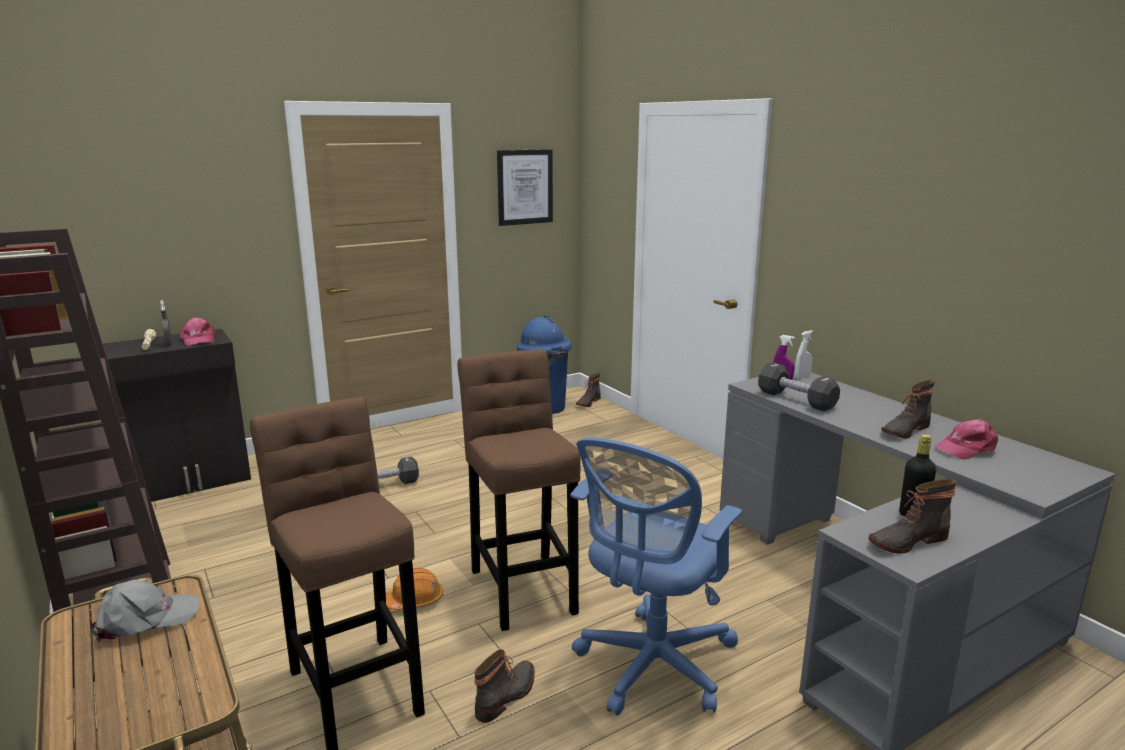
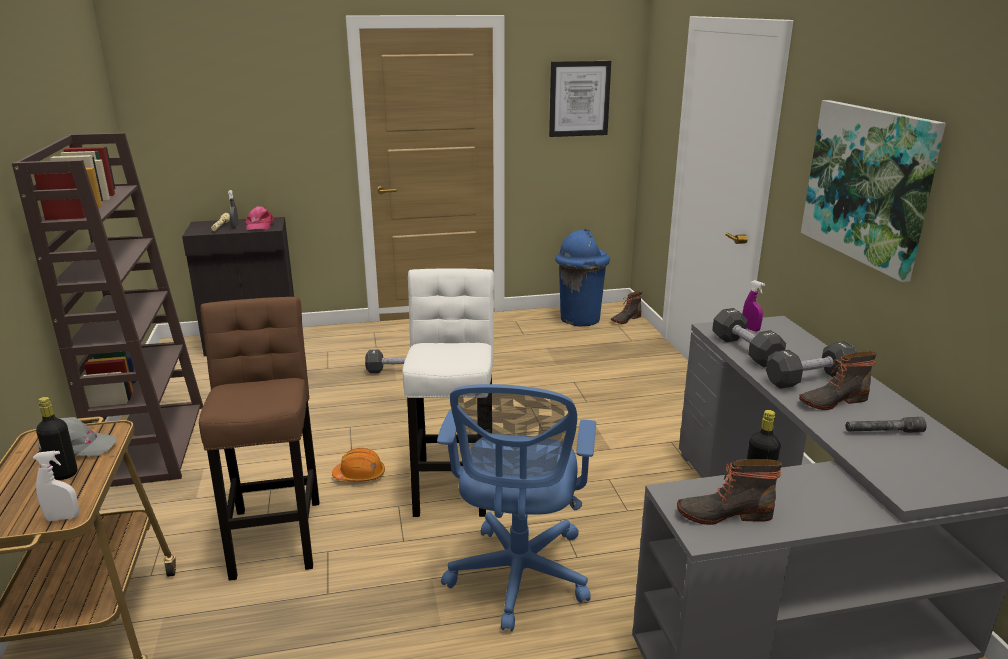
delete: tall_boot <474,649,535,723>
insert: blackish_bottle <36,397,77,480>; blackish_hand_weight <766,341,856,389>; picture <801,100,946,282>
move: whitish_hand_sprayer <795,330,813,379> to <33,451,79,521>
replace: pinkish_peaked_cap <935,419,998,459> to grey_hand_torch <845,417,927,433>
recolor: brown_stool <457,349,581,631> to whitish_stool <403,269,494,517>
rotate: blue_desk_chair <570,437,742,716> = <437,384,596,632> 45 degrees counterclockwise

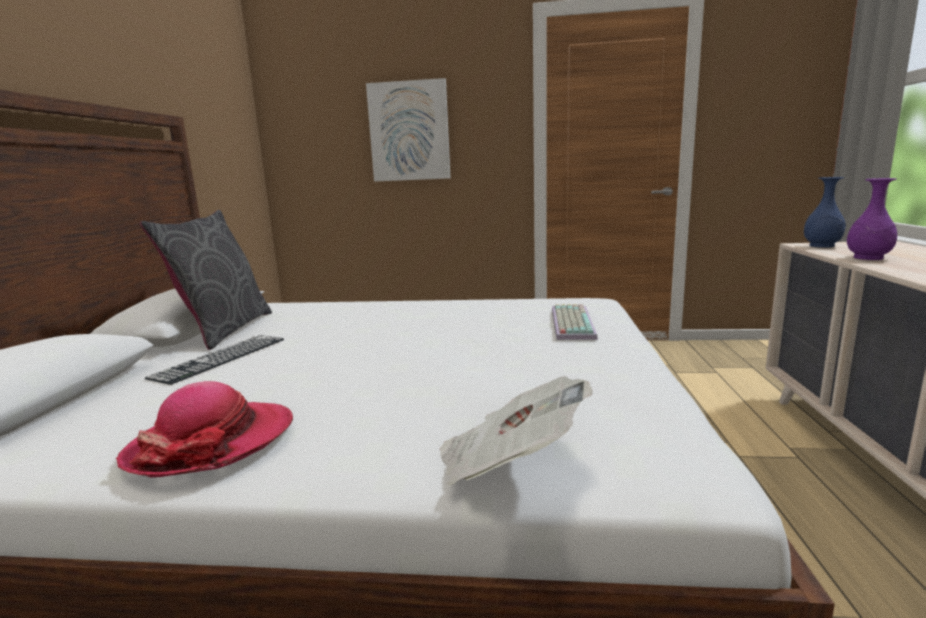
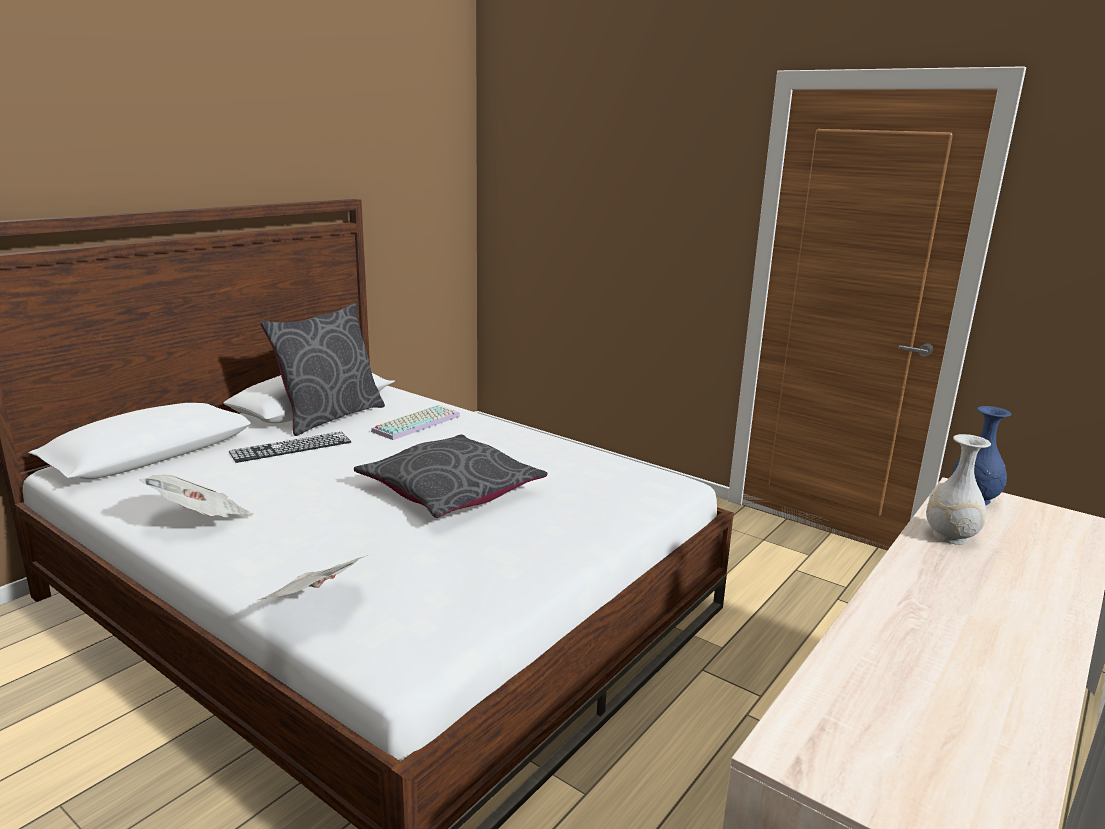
delete: picture <366,78,450,182>
insert: grey_pillow <354,434,548,518>
move: keyboard <552,304,598,340> to <371,405,460,440>
replace: clothing_hat <116,381,293,477> to newspaper <140,475,254,517>
recolor: purple_vase <847,178,897,260> to whitish_vase <926,434,991,544>

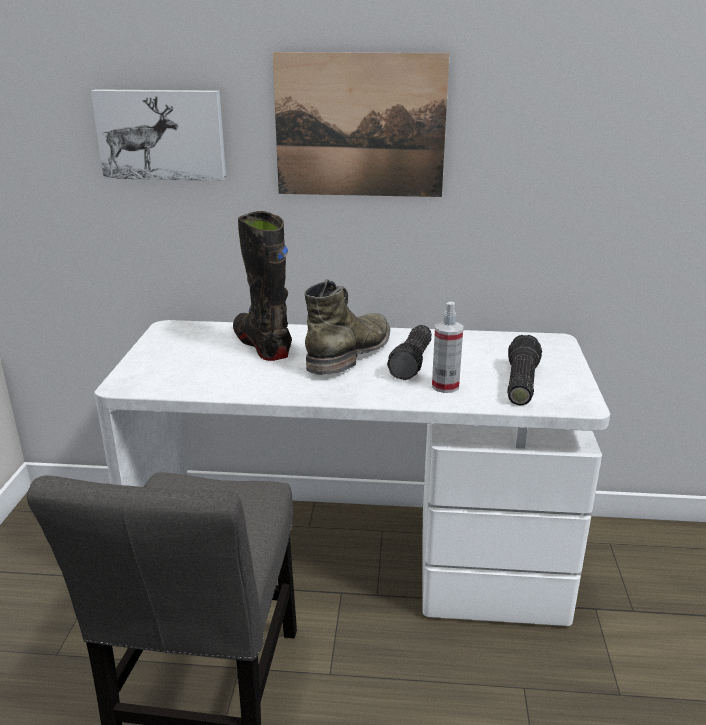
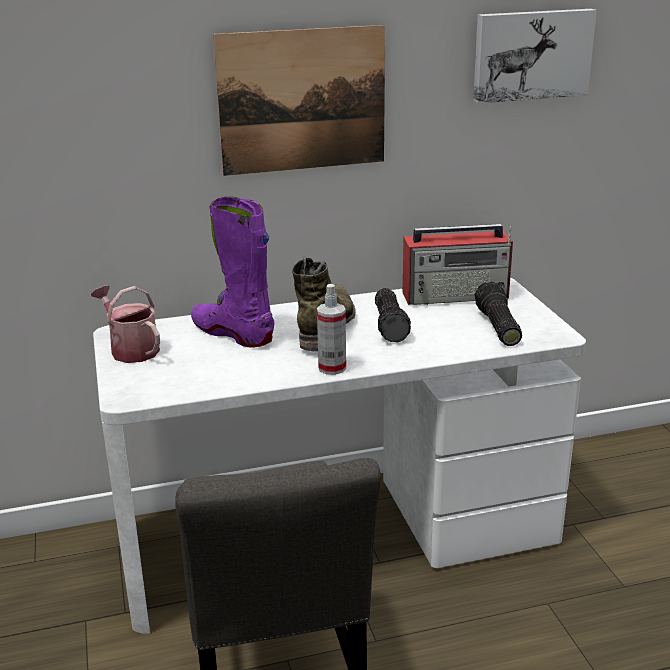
insert: sprinkling_can <91,285,160,363>; radio <403,224,513,305>
move: picture <91,89,226,181> to <473,9,597,103>; hand_sprayer <432,302,463,393> to <317,284,346,375>
recolor: blackish_tall_boot <233,211,292,361> to purple_tall_boot <191,196,274,347>

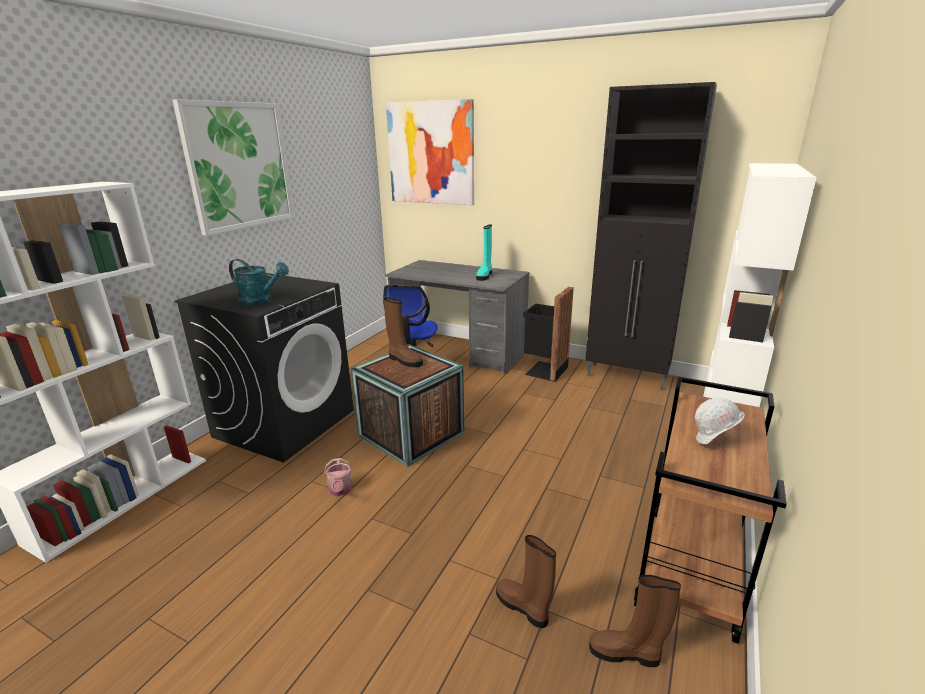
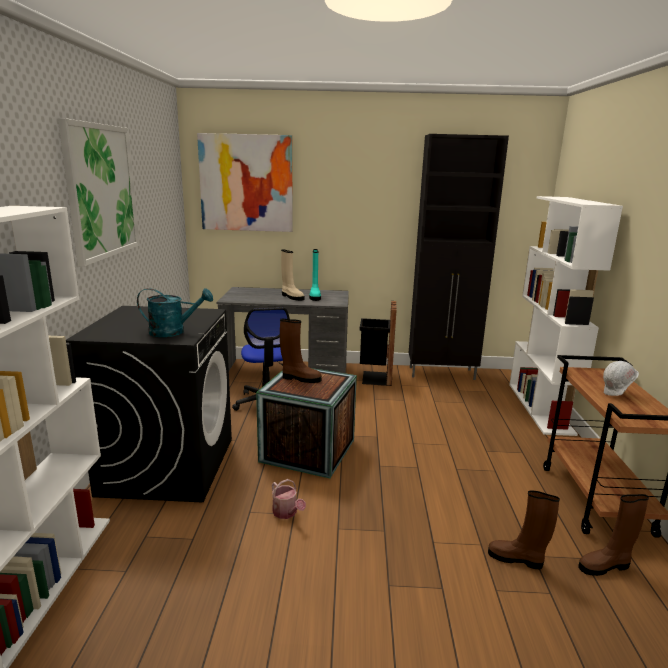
insert: beige-coloured_tall_boot <281,250,304,301>

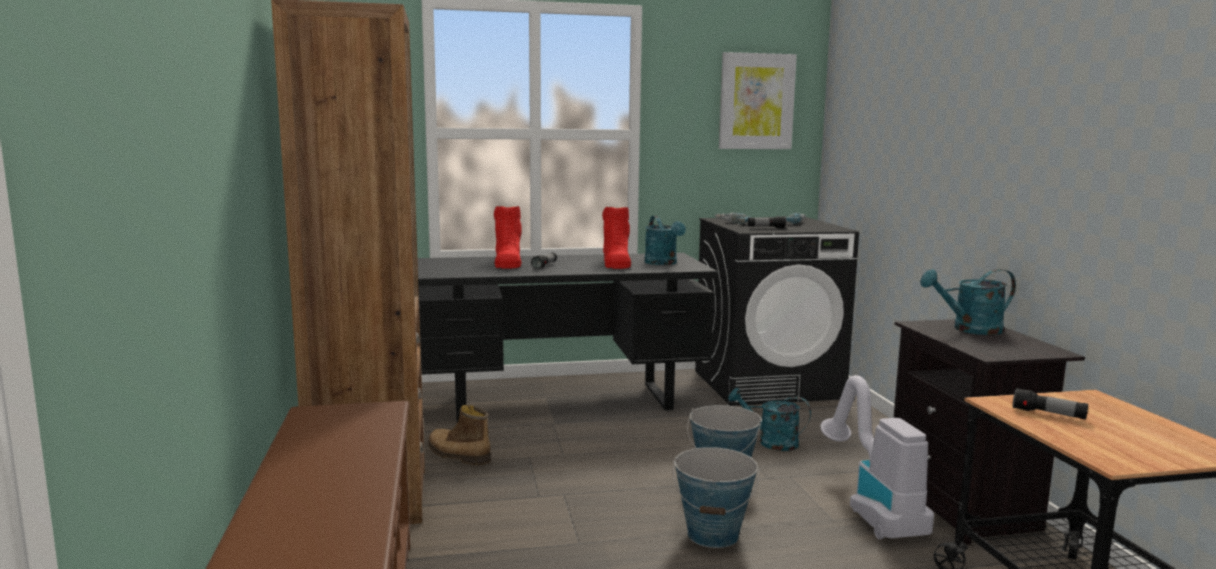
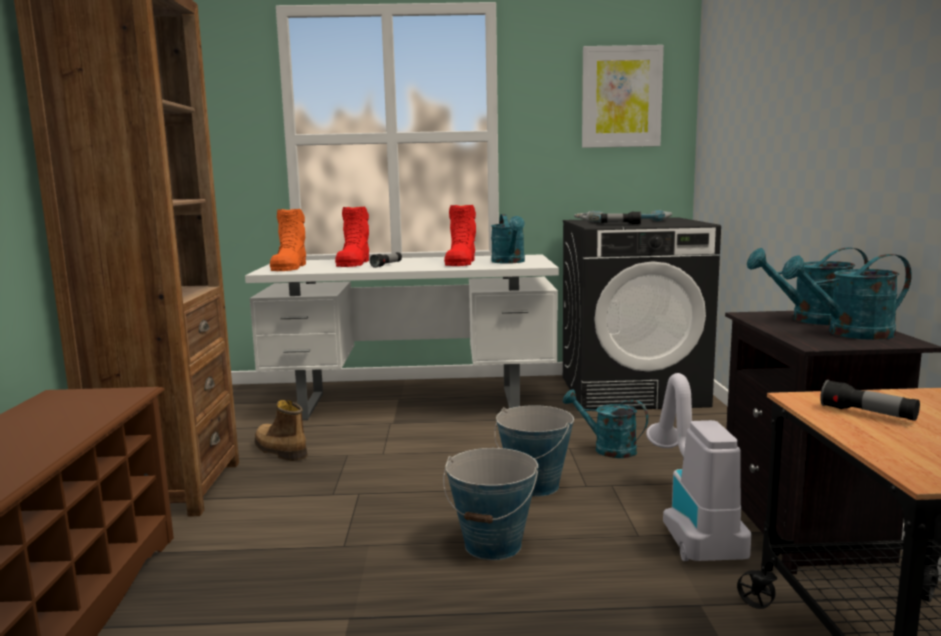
insert: orange_tall_boot <270,209,306,271>; turquoise-coloured_sprinkling_can <782,254,912,340>
recolor: blackish_desk_table <417,253,717,423> to whitish_desk_table <245,254,559,420>

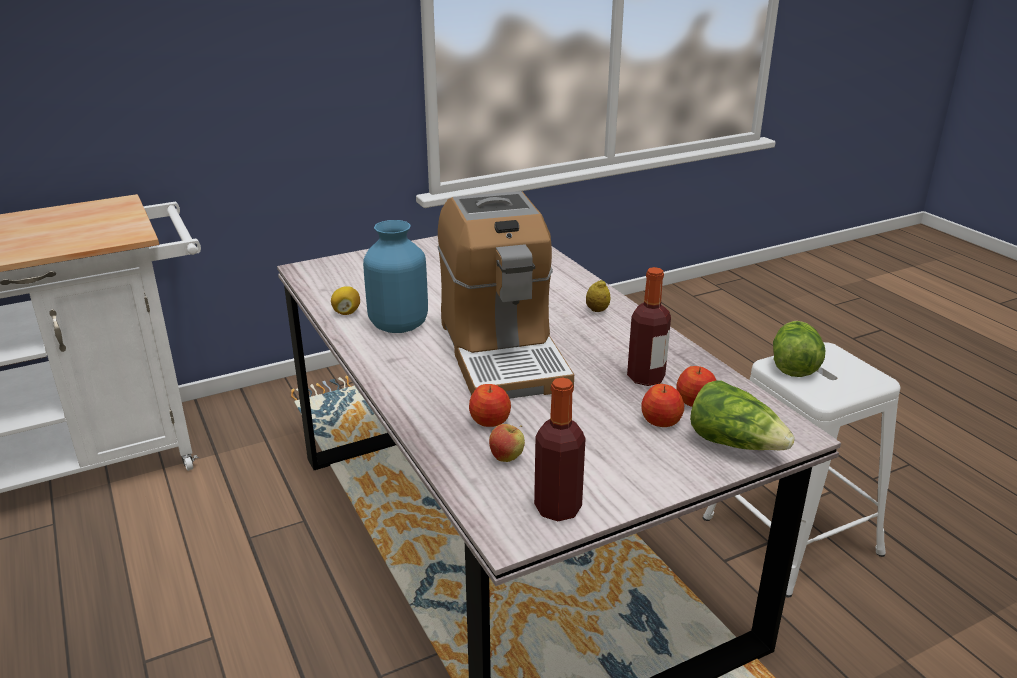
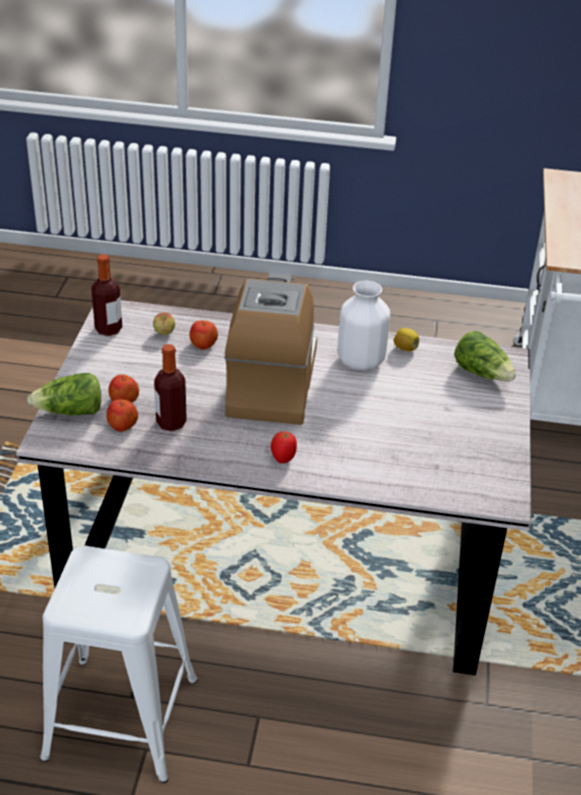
move: lettuce_head <773,321,825,377> to <455,331,516,381>
replace: whole_lemon <586,280,610,312> to fresh_tomato <271,431,297,463>
recolor: blue_vase <363,220,428,333> to whitish_vase <337,281,390,370>
rotate: coffee_machine <437,191,574,399> = <224,273,317,425> 75 degrees clockwise

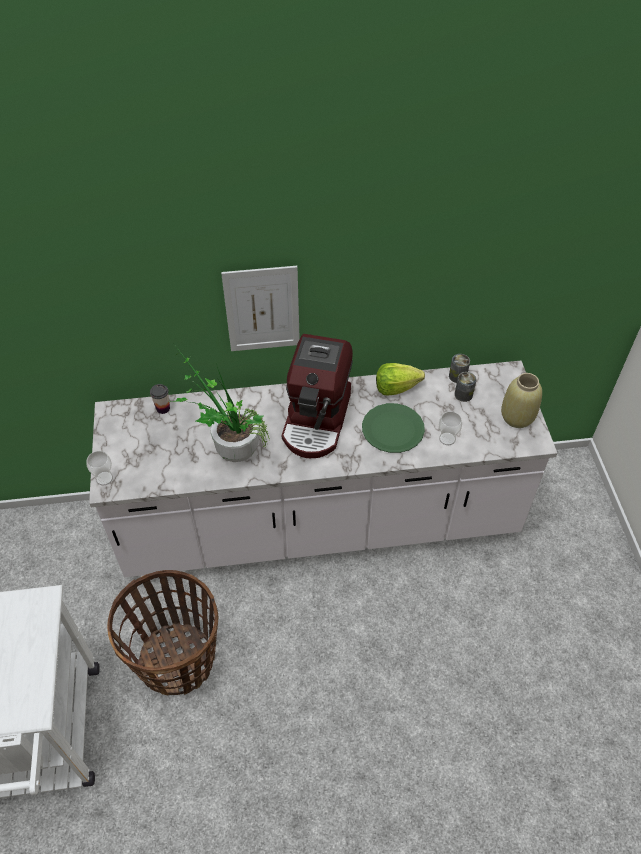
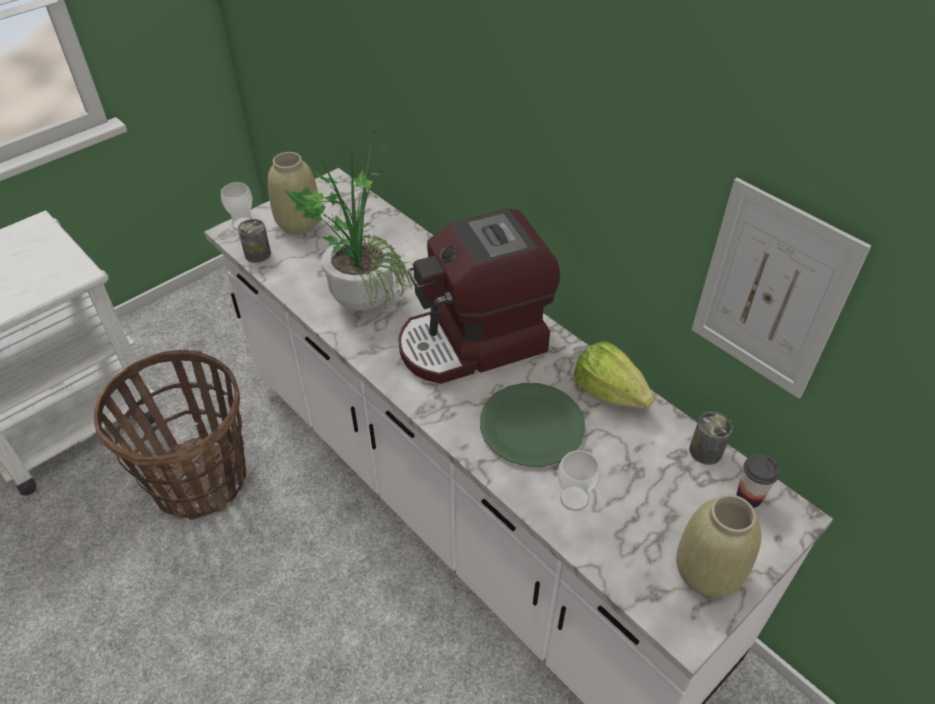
insert: beige-coloured_vase <268,152,320,234>
move: cup <150,384,170,414> to <736,454,780,508>; picture <221,266,300,351> to <692,178,871,399>; sealed_can <455,372,476,402> to <238,219,271,263>

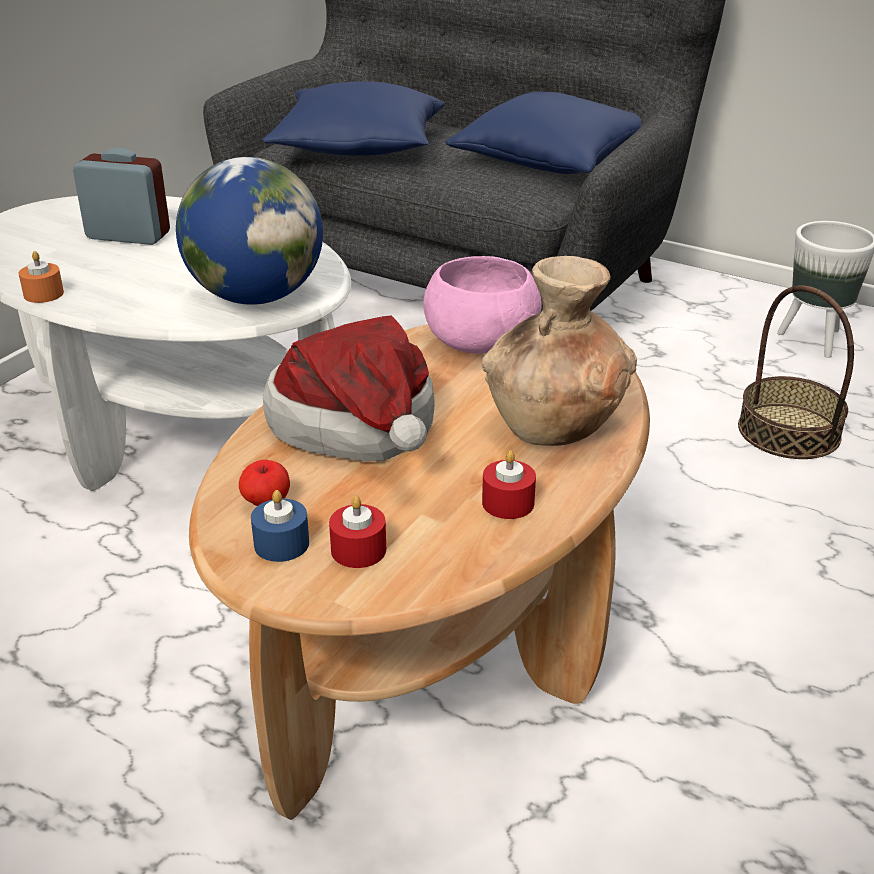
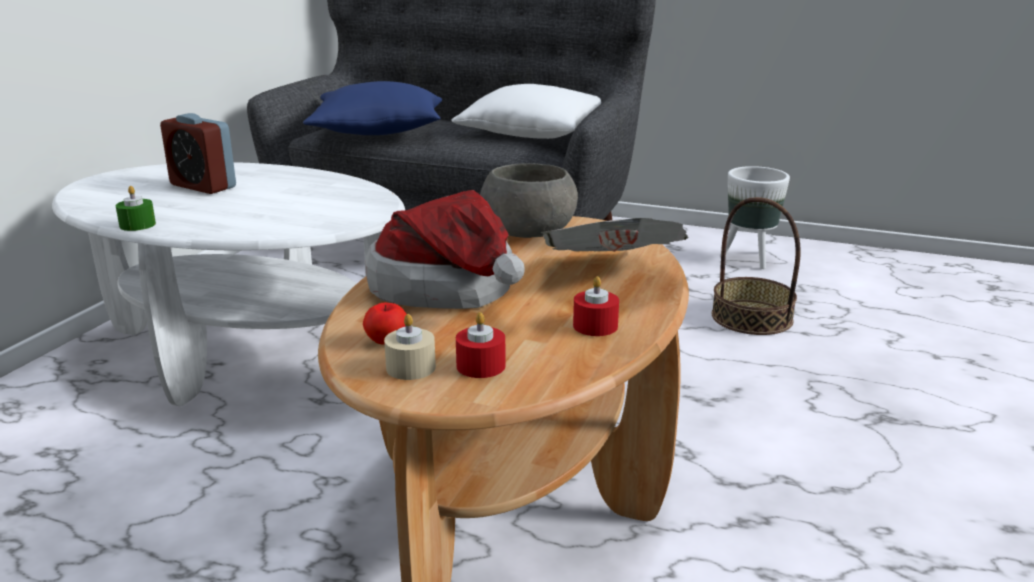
delete: world_globe <176,157,323,305>
replace: brown_vase <482,256,637,446> to newspaper <541,218,689,252>
recolor: orange_wax_candle <19,251,64,303> to greenish_wax_candle <116,186,156,231>; blue_wax_candle <251,490,309,562> to beige-coloured_wax_candle <384,314,436,380>; pinkish_deep_dish <423,256,541,353> to grey_deep_dish <480,163,578,238>; blue_pillow <445,91,641,174> to whitish_pillow <451,84,601,139>
rotate: bedside_clock <73,148,170,245> = <160,113,236,194> 150 degrees counterclockwise

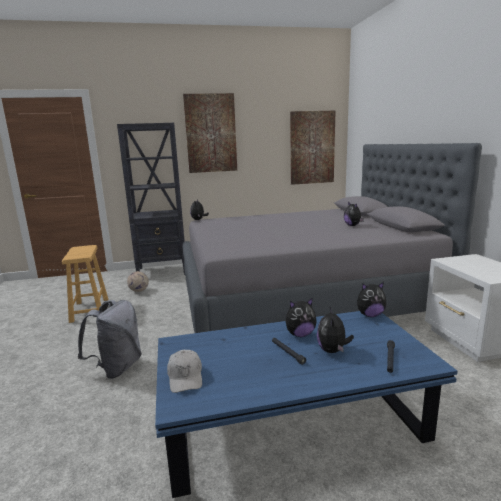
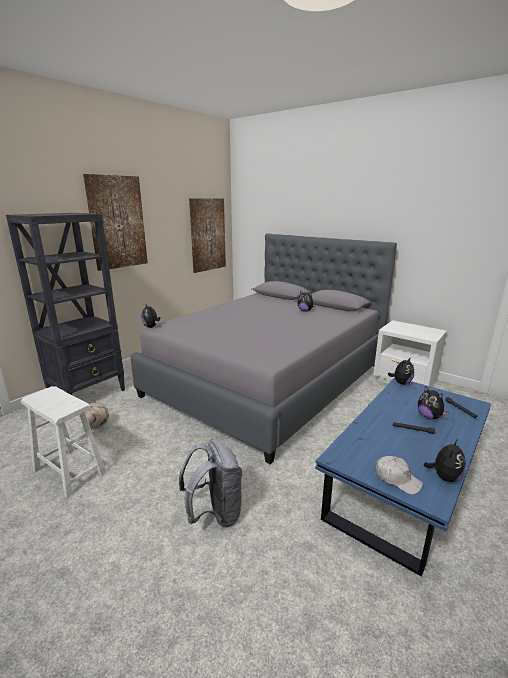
move: plush_toy <286,298,317,337> to <424,439,466,482>
recolor: brown_stool <62,245,108,323> to whitish_stool <21,386,106,498>

